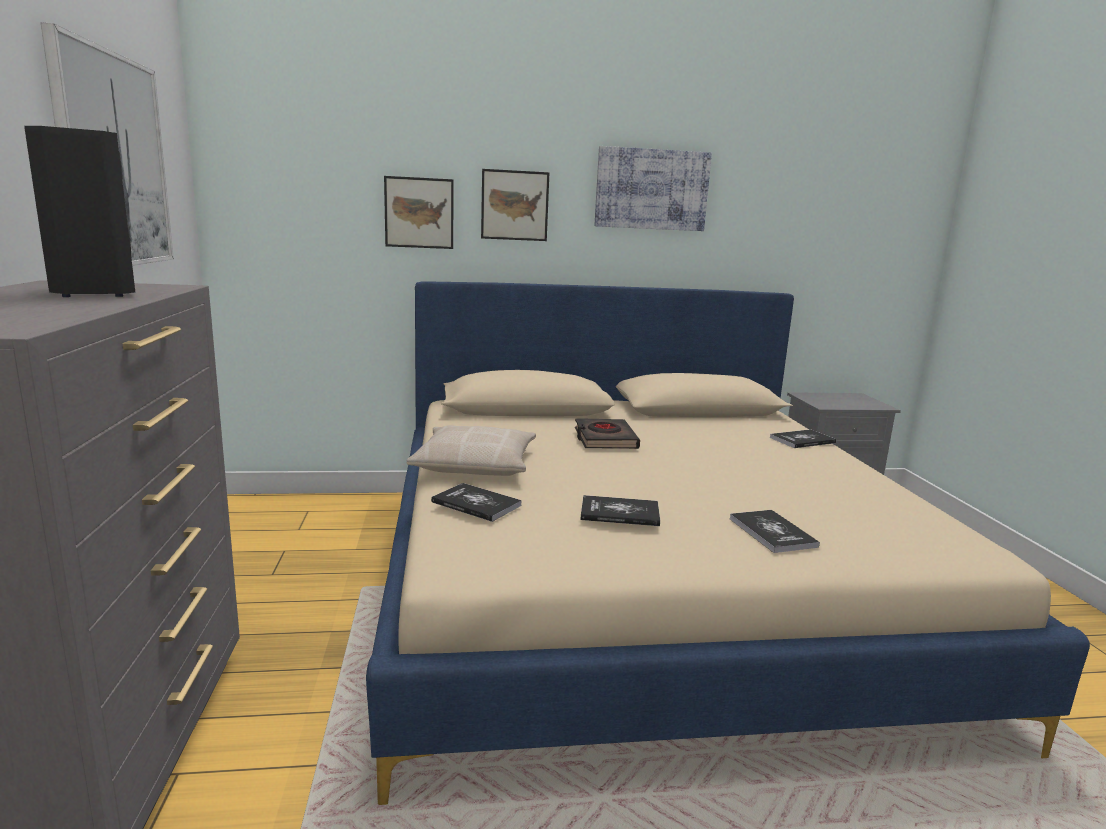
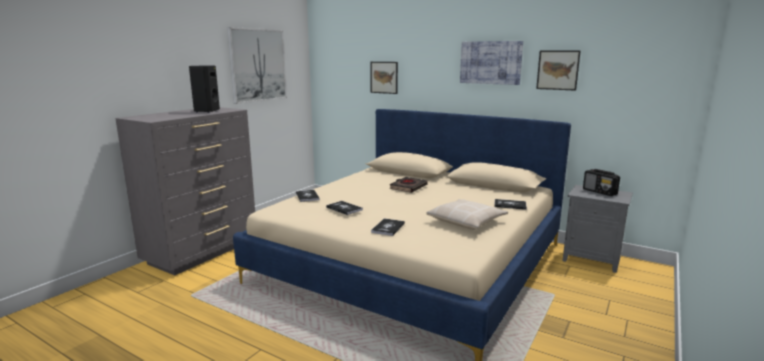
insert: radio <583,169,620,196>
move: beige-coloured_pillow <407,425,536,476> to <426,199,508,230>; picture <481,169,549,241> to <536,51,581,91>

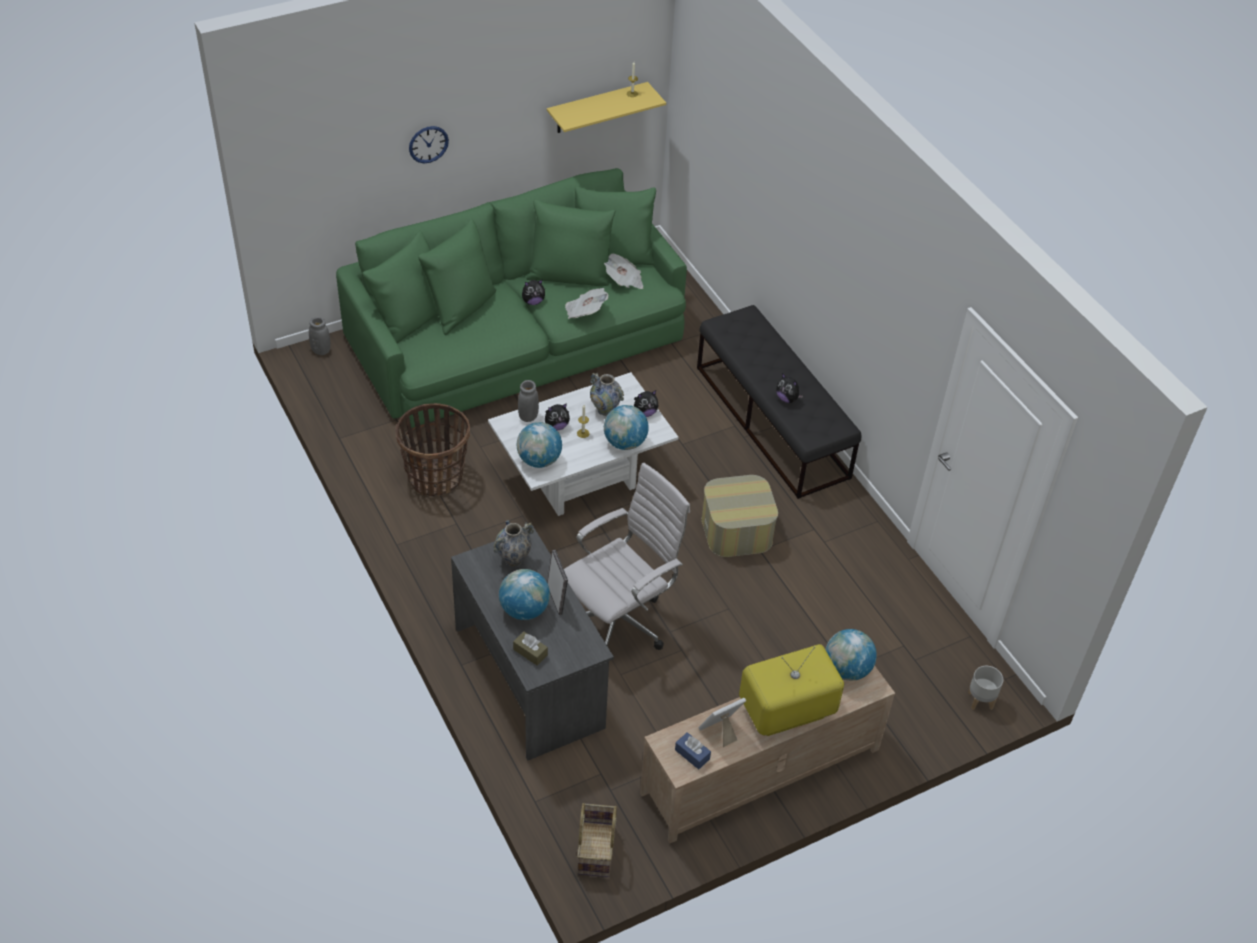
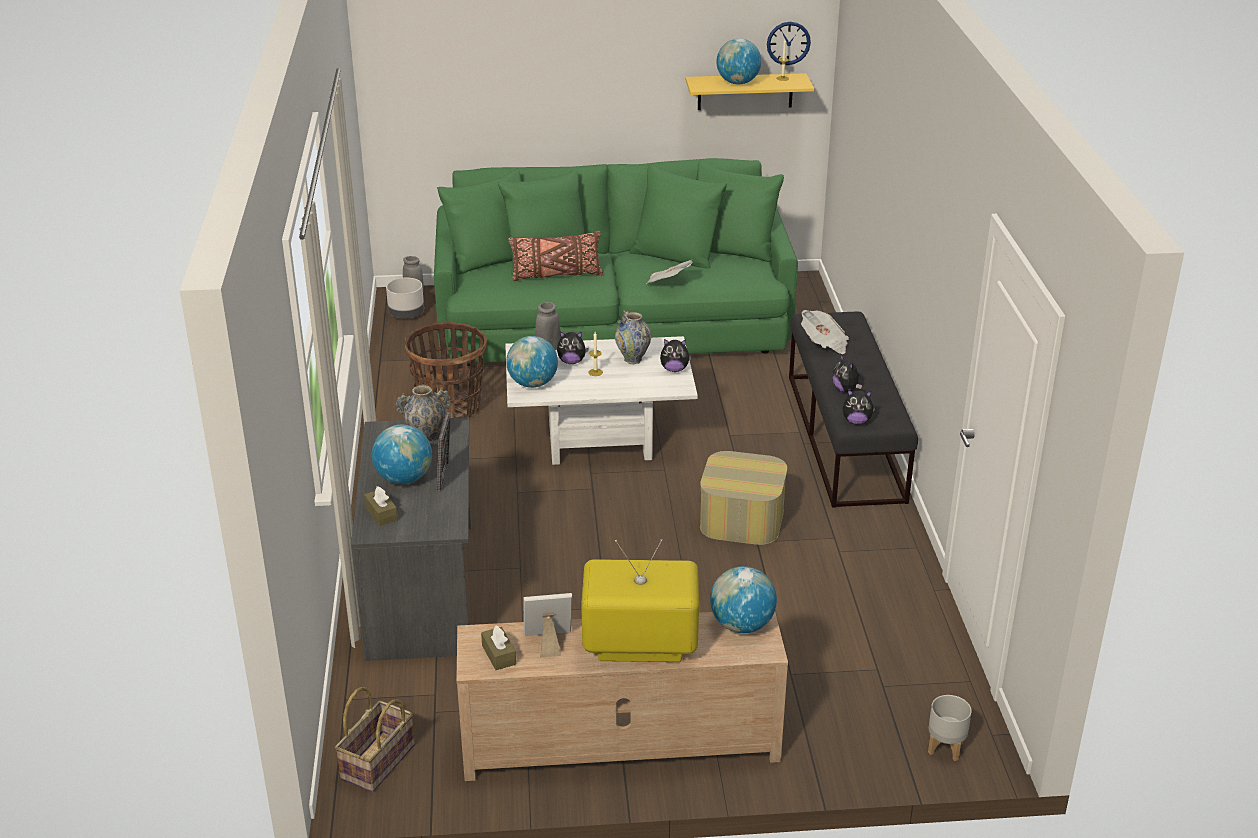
delete: whitish_desk_chair <564,463,690,650>
insert: grey_planter <386,278,424,318>; brown_pillow <508,231,603,281>
move: wall_clock <409,126,449,163> to <767,22,811,65>; plush_toy <522,280,545,305> to <842,389,876,424>; newspaper <604,254,643,289> to <801,310,849,354>; world_globe <604,405,649,450> to <716,39,761,84>
recolor: blue_box_of_tissues <675,732,711,769> to brown_box_of_tissues <481,625,516,670>

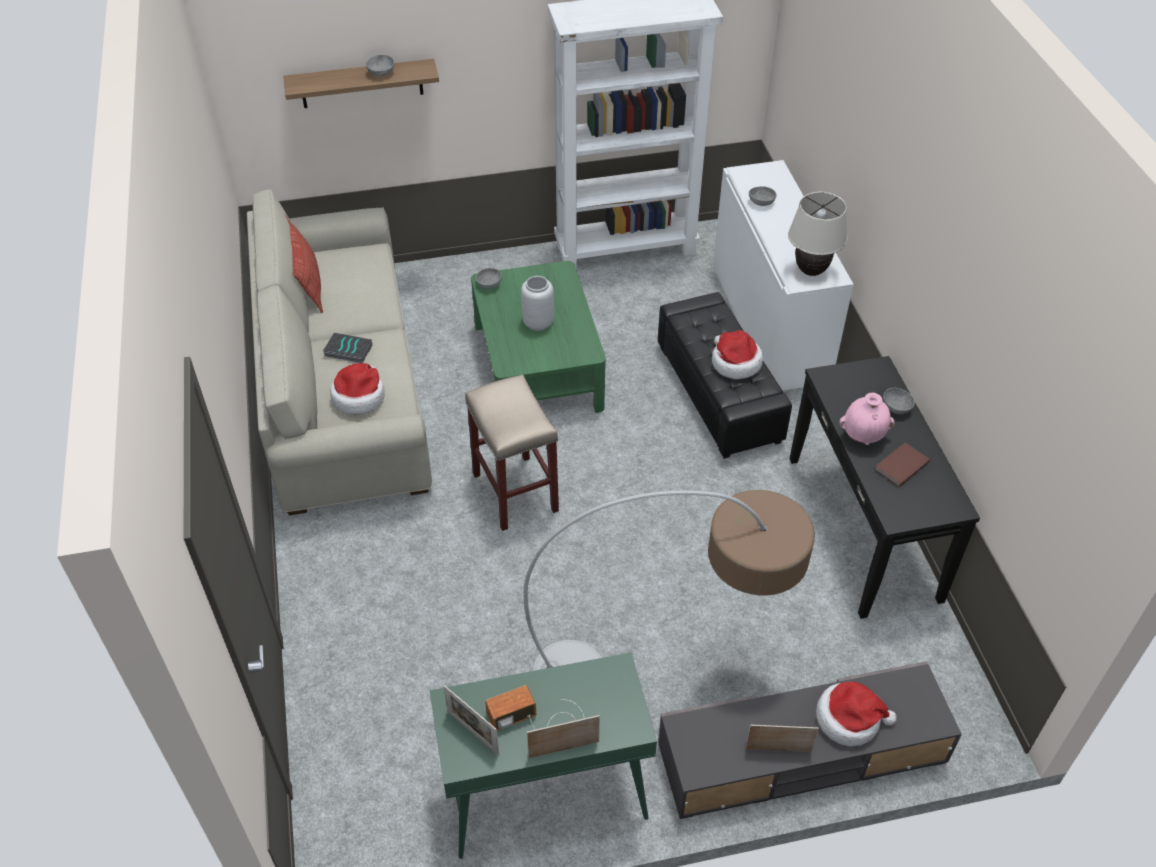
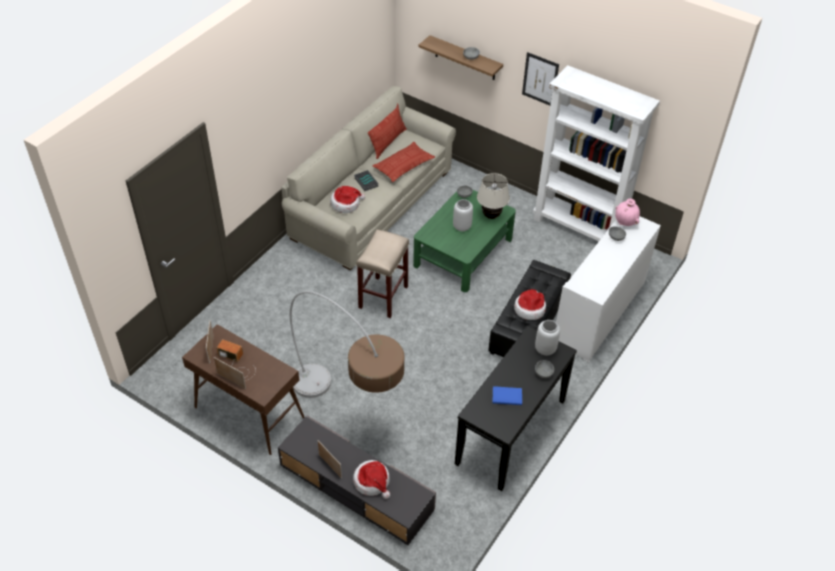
insert: pillow <372,142,435,182>; picture <522,52,559,105>; grey_vase <535,320,560,355>
move: beige-coloured_tabletop_lamp <788,192,847,276> to <477,173,510,219>; pinkish_vase <839,393,895,445> to <615,198,640,226>
recolor: greenish_narrow_table <430,652,657,859> to brown_narrow_table <182,324,305,455>; brown_volume <875,442,930,487> to blue_volume <493,386,522,405>

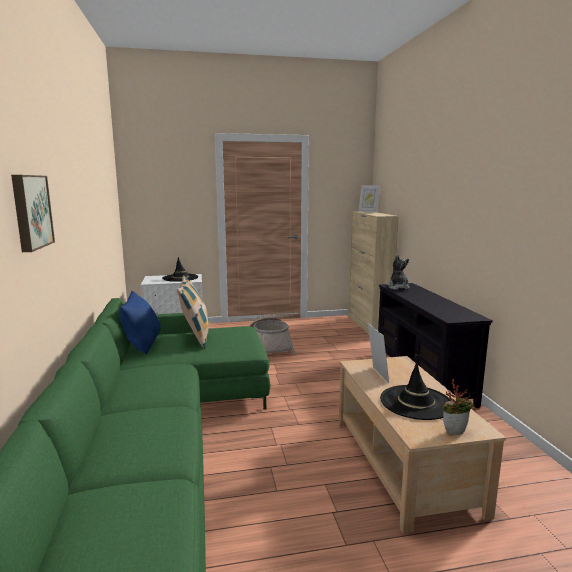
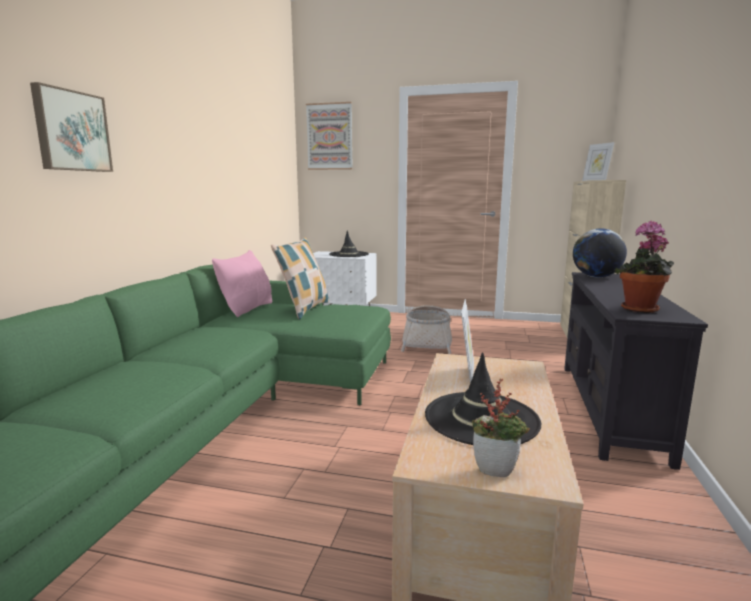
insert: picture <306,102,353,170>; houseplant <615,221,674,313>
replace: plush_toy <388,255,409,290> to world_globe <573,228,627,277>
recolor: blue_pillow <119,291,161,355> to pinkish_pillow <212,250,272,317>

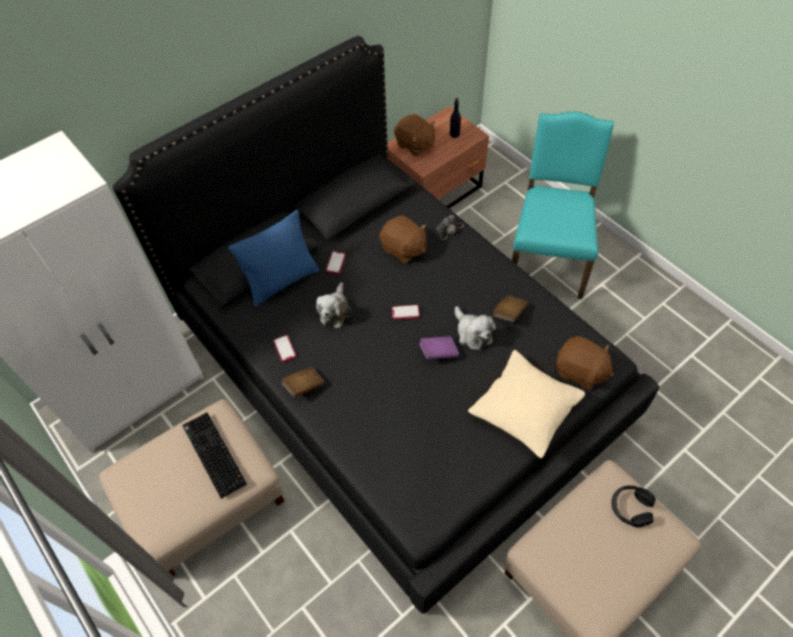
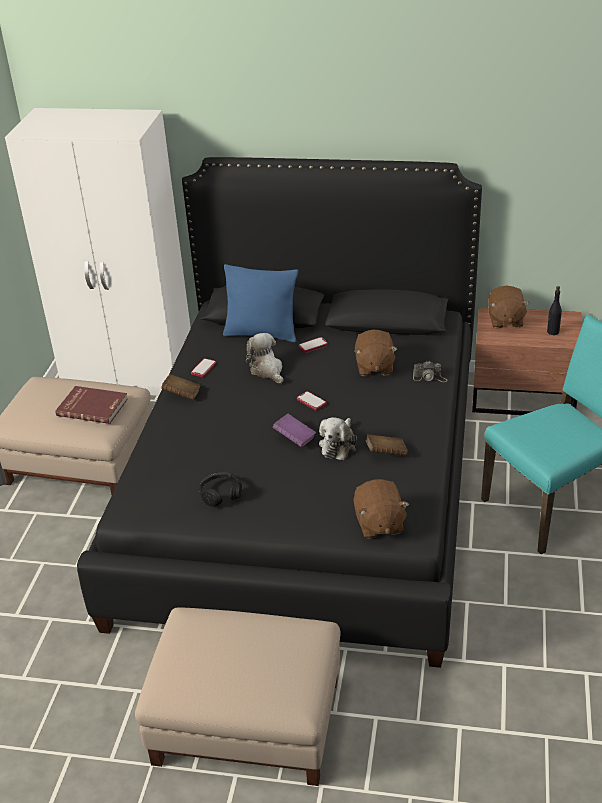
delete: beige-coloured_pillow <468,350,585,458>
move: blackish_headphones <612,485,656,527> to <199,472,242,507>
replace: keyboard <182,412,247,499> to reddish_volume <55,386,128,424>
rotate: plush_toy <316,282,351,328> = <246,333,283,384> 90 degrees clockwise

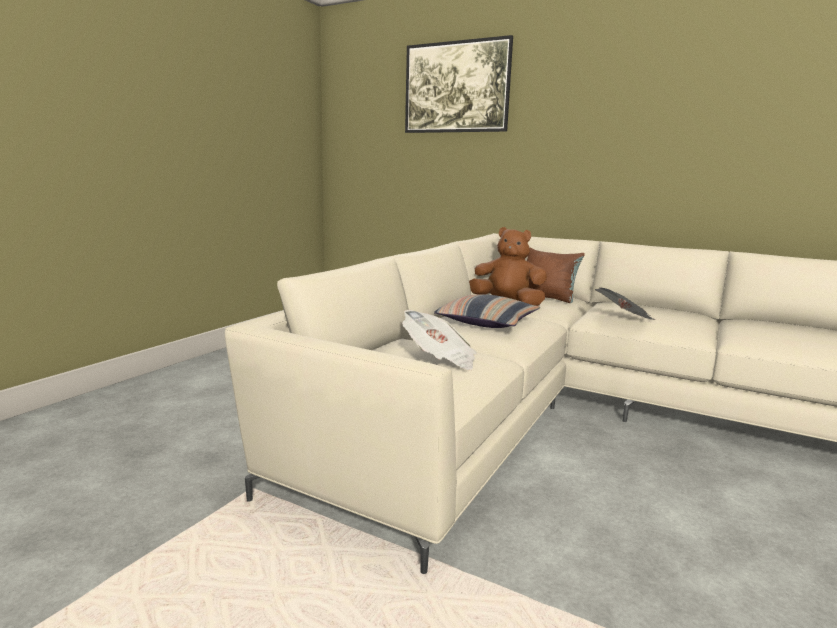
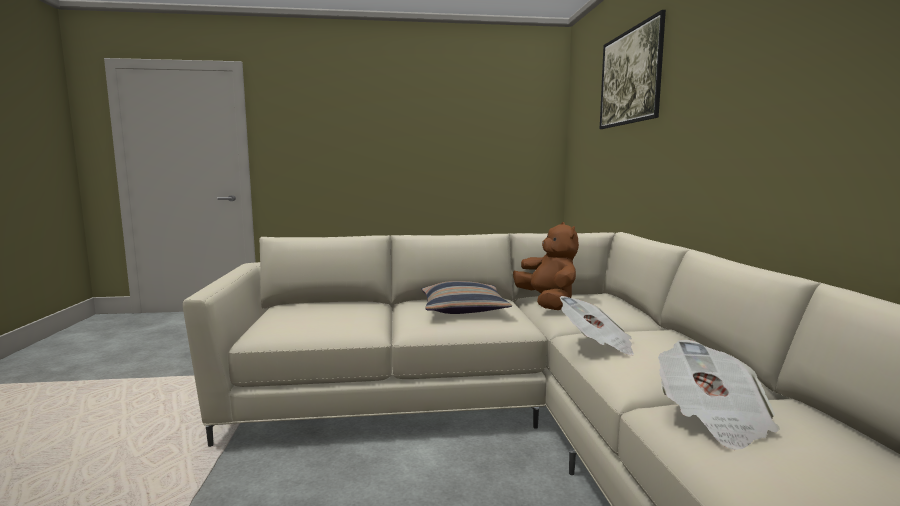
delete: brown_pillow <527,248,585,303>
move: newspaper <402,310,477,370> to <658,340,780,450>

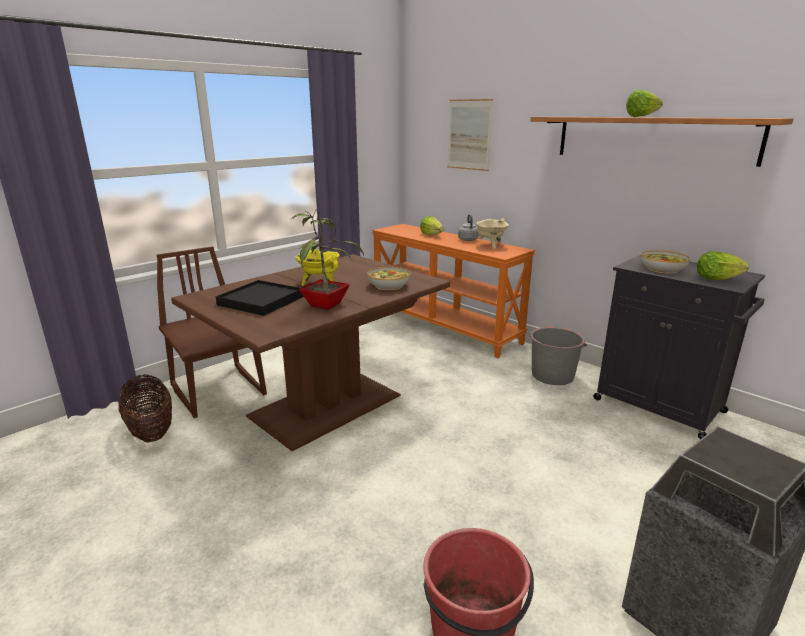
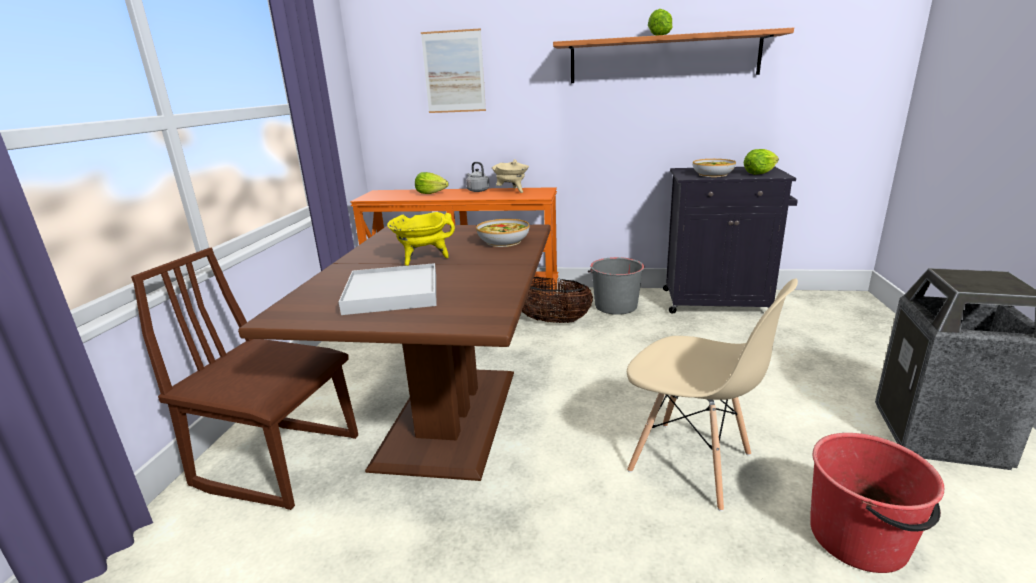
delete: houseplant <290,210,364,310>
insert: beige-coloured_plain_chair <627,278,798,511>
move: storage_basket <118,375,172,443> to <522,277,593,323>
recolor: blackish_serving_tray <216,280,304,316> to whitish_serving_tray <339,263,436,315>

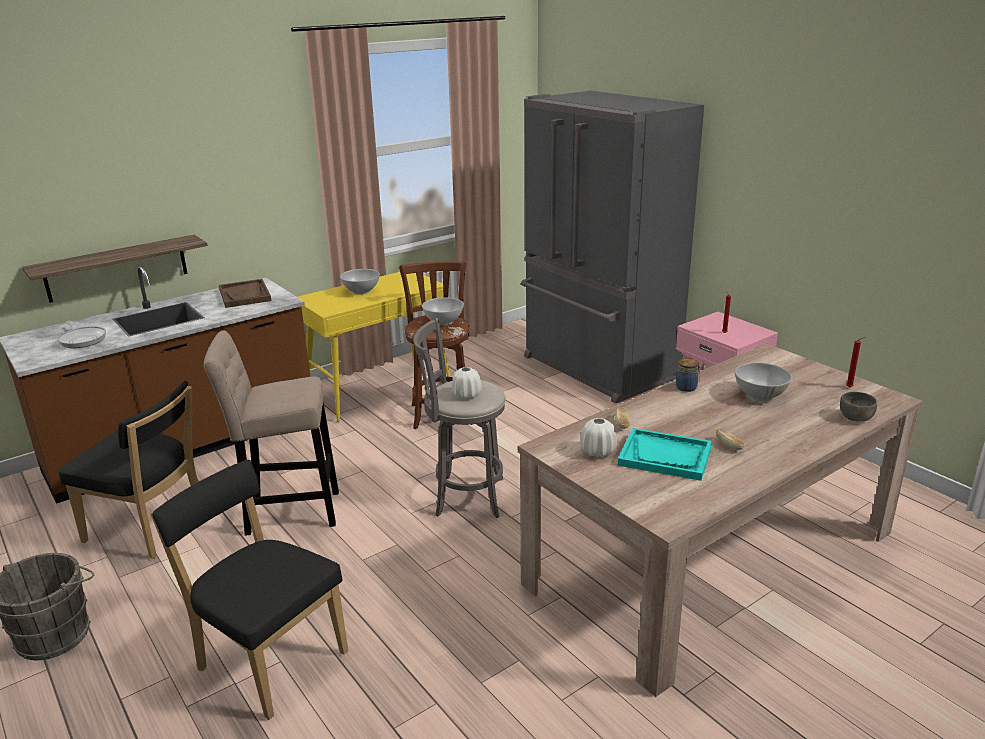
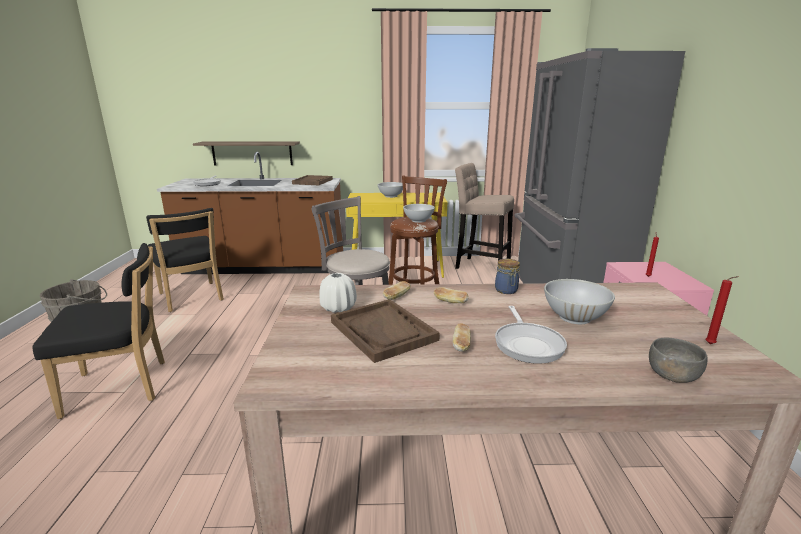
delete: whitish_vase <452,367,482,399>
insert: bakery_bread <434,287,469,303>; skillet <495,306,567,364>
move: beige-coloured_stool <203,330,339,536> to <455,163,514,269>
recolor: turquoise-coloured_serving_tray <618,428,712,481> to brown_serving_tray <331,299,440,363>
rotate: blackish_plain_chair <151,460,348,720> = <32,243,165,419> 90 degrees clockwise

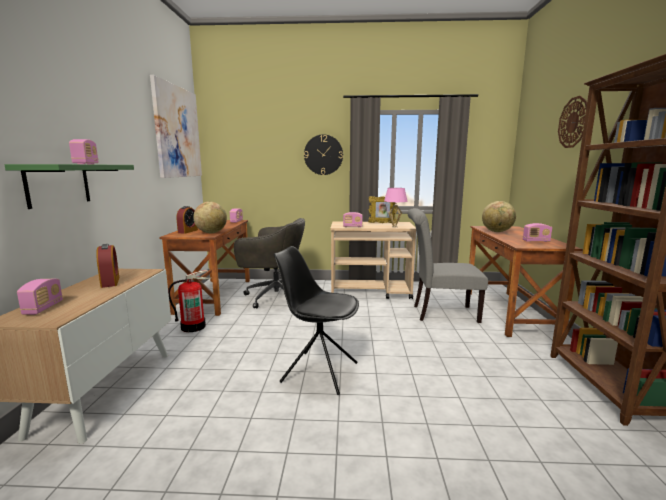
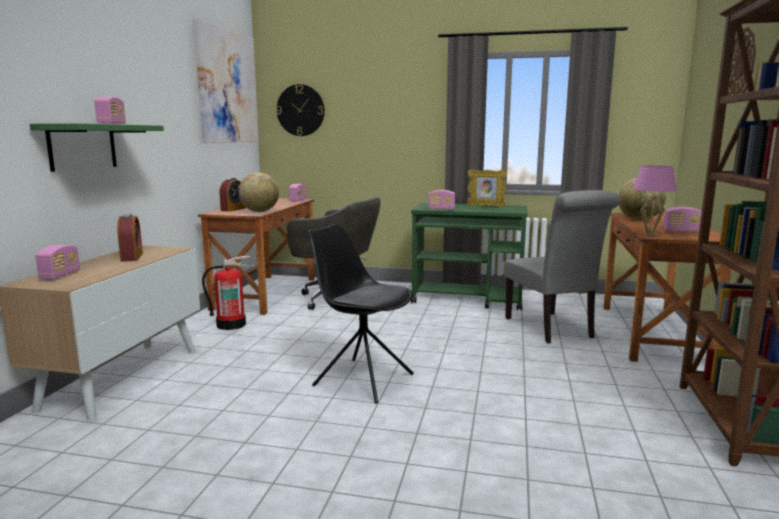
move: wall_clock <304,134,343,175> to <276,84,325,136>; pinkish_tabletop_lamp <384,188,408,227> to <633,166,678,235>
recolor: beige-coloured_trolley <330,221,416,299> to greenish_trolley <411,203,528,311>
rotate: grey_plain_chair <407,208,488,323> = <504,190,620,343> 120 degrees counterclockwise

